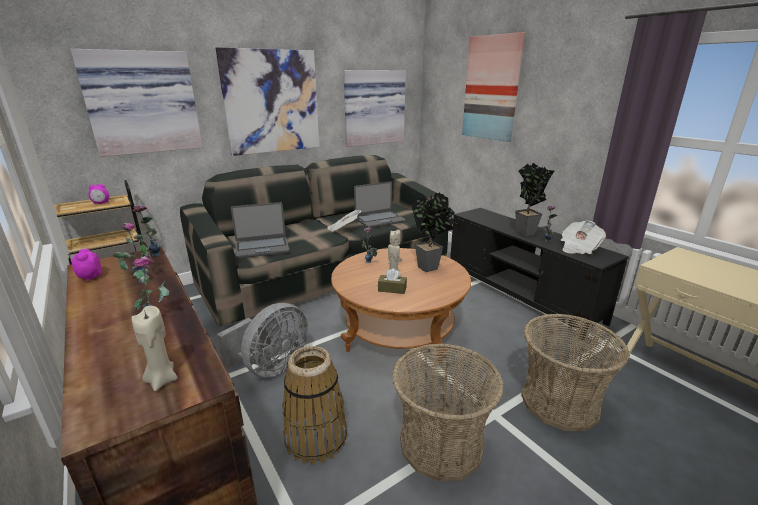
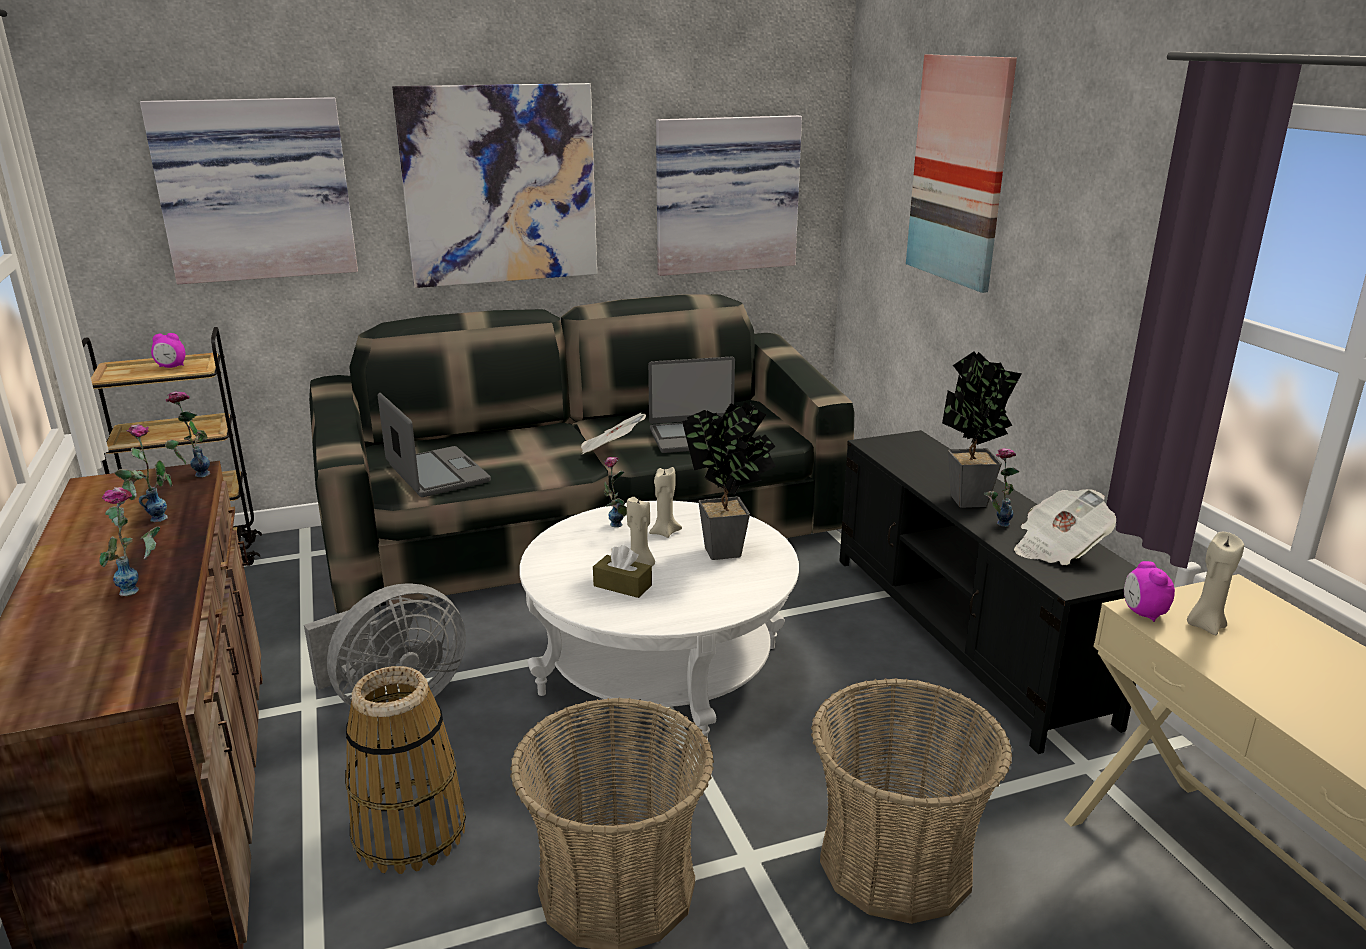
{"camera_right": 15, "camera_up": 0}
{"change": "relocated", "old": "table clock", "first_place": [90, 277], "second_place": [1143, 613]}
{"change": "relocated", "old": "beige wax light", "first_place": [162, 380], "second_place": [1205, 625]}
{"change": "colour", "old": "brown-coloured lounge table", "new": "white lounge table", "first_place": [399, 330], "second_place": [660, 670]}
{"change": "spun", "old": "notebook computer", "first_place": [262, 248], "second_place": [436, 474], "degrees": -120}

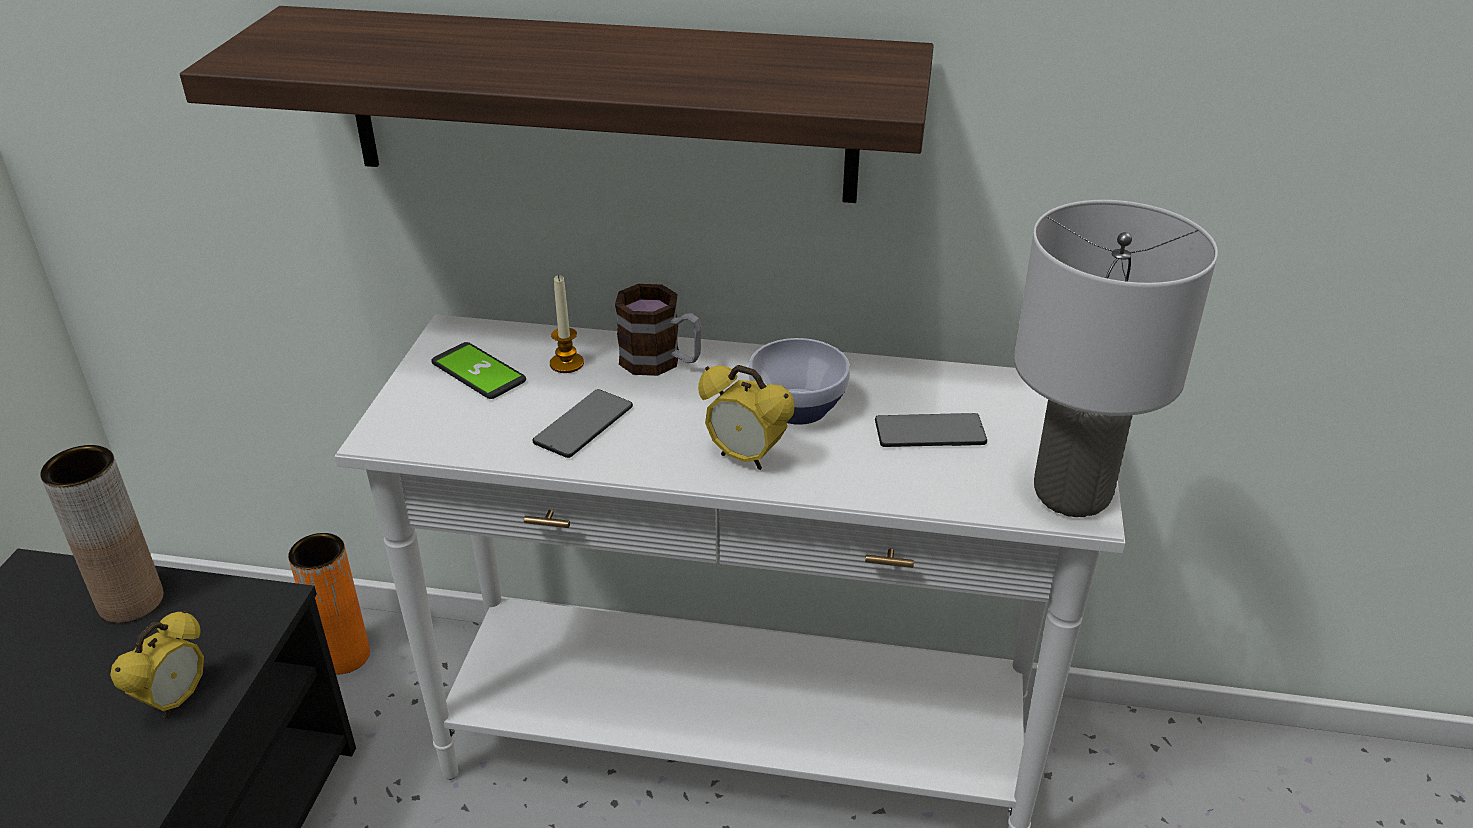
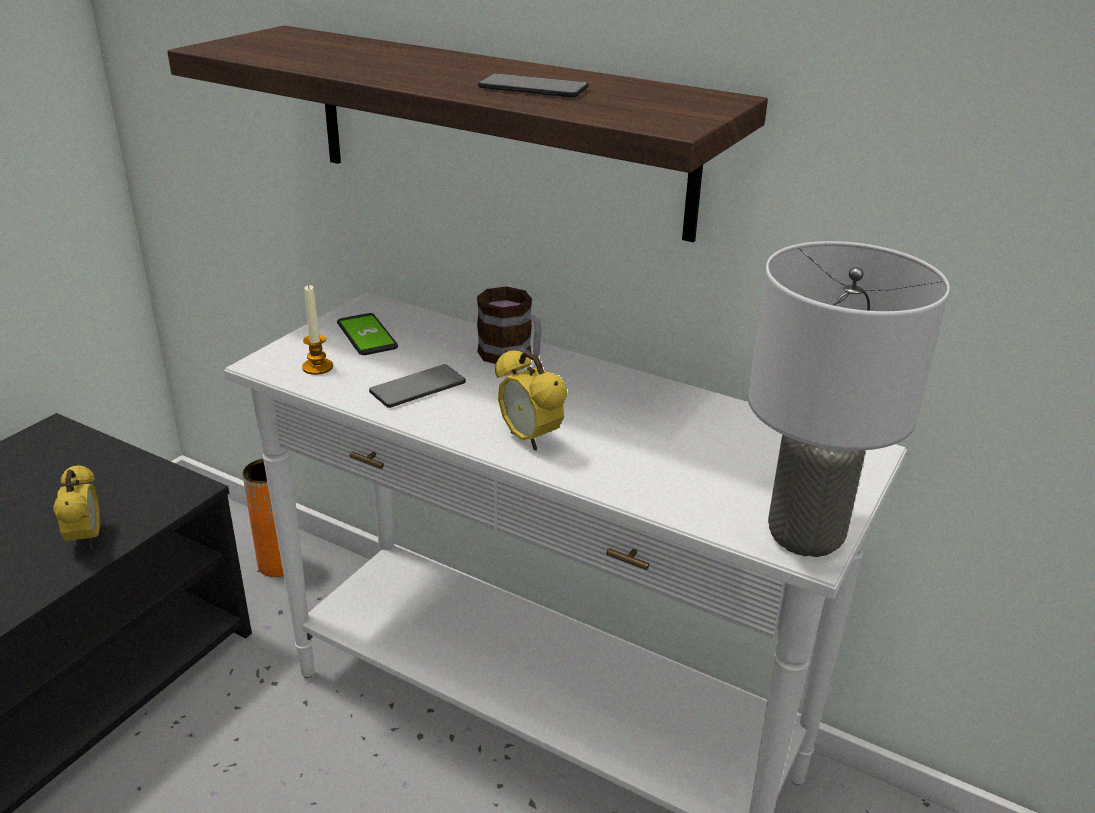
{"camera_right": 20, "camera_up": -5}
{"change": "missing", "old": "brown-coloured flower vase", "first_place": [131, 601]}
{"change": "missing", "old": "deep dish", "first_place": [797, 410]}
{"change": "relocated", "old": "wax light", "first_place": [567, 363], "second_place": [317, 367]}
{"change": "relocated", "old": "telephone", "first_place": [930, 433], "second_place": [533, 88]}
{"change": "spun", "old": "table clock", "first_place": [176, 701], "second_place": [87, 539], "degrees": -60}

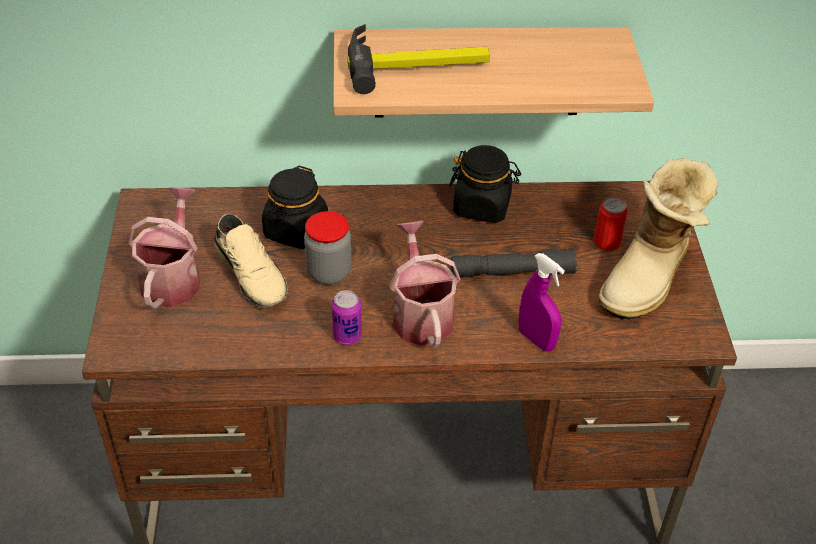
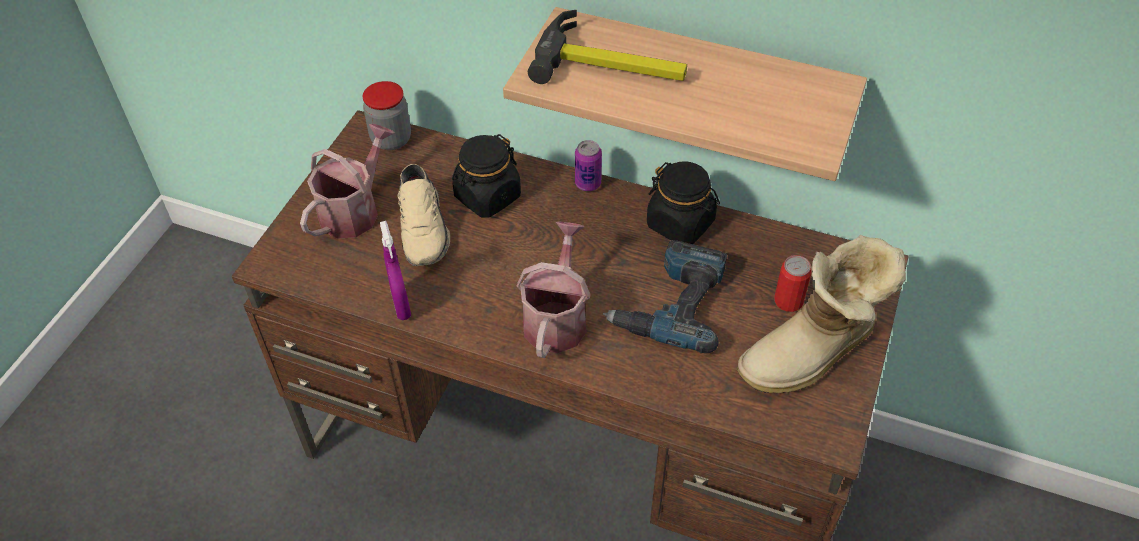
{"camera_right": 25, "camera_up": 5}
{"change": "relocated", "old": "jar", "first_place": [329, 272], "second_place": [391, 139]}
{"change": "relocated", "old": "sealed can", "first_place": [347, 336], "second_place": [588, 184]}
{"change": "relocated", "old": "purple-coloured spray bottle", "first_place": [536, 339], "second_place": [401, 305]}
{"change": "exchanged", "old": "greyish hand torch", "new": "drill", "first_place": [512, 272], "second_place": [671, 303]}

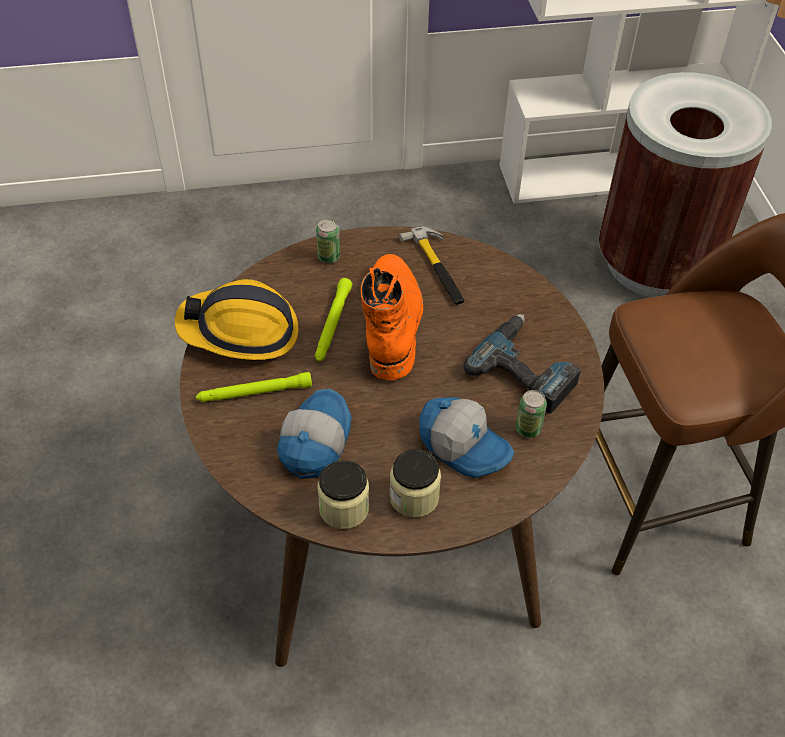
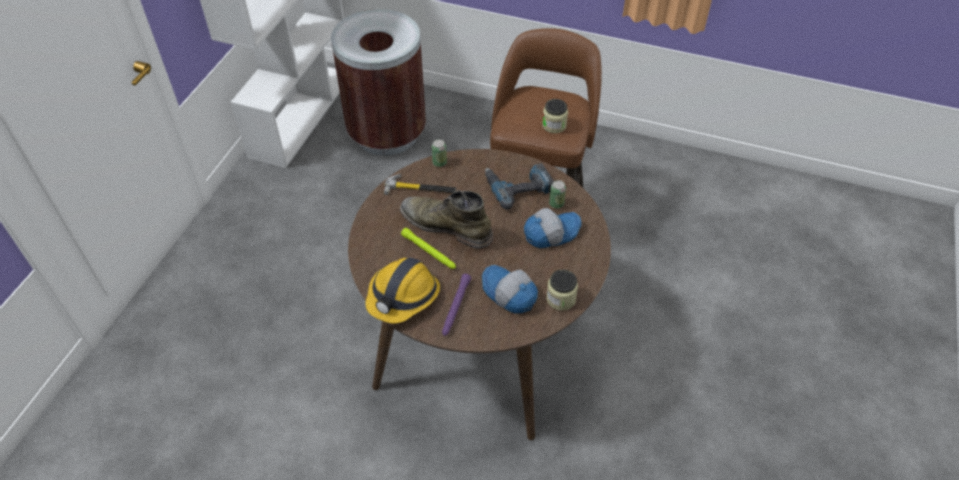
{"camera_right": -60, "camera_up": 0}
{"change": "relocated", "old": "sealed can", "first_place": [328, 257], "second_place": [439, 162]}
{"change": "relocated", "old": "jar", "first_place": [414, 497], "second_place": [554, 125]}
{"change": "colour", "old": "green hand torch", "new": "purple-coloured hand torch", "first_place": [254, 393], "second_place": [455, 307]}
{"change": "colour", "old": "orange high-top boot", "new": "green high-top boot", "first_place": [391, 322], "second_place": [446, 225]}

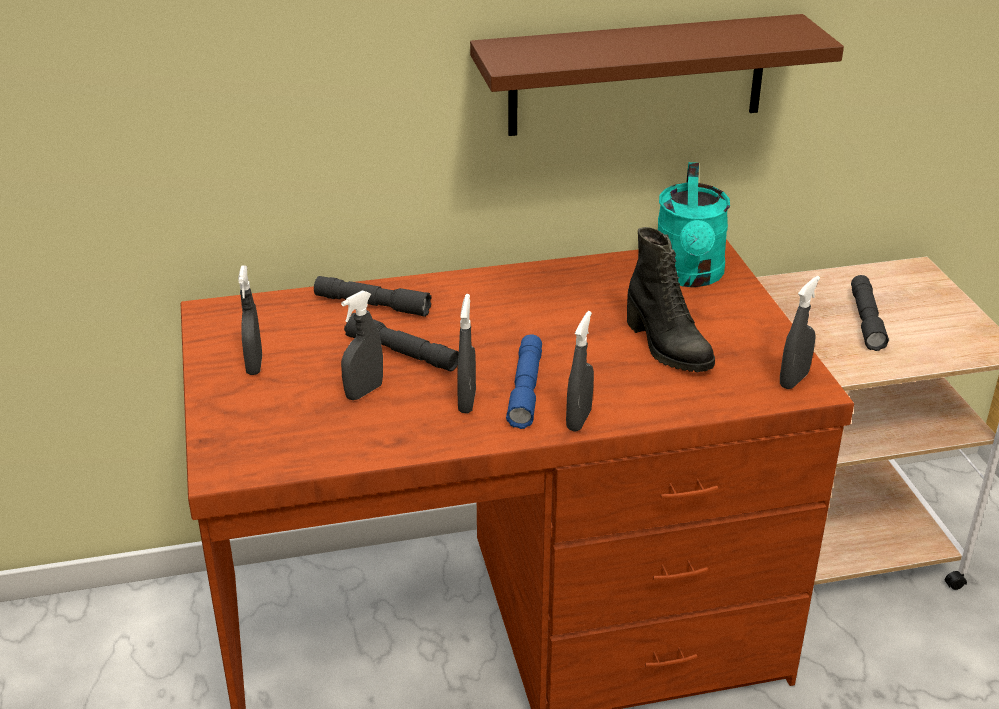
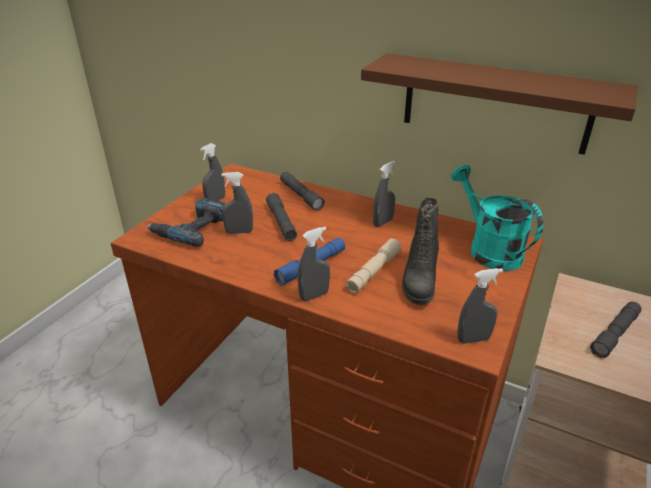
{"camera_right": 40, "camera_up": 0}
{"change": "appeared", "new": "drill", "second_place": [191, 228]}
{"change": "appeared", "new": "beige hand torch", "second_place": [373, 271]}
{"change": "relocated", "old": "greyish spray bottle", "first_place": [467, 402], "second_place": [383, 222]}
{"change": "spun", "old": "blue-green watering pot", "first_place": [689, 276], "second_place": [488, 249], "degrees": 105}

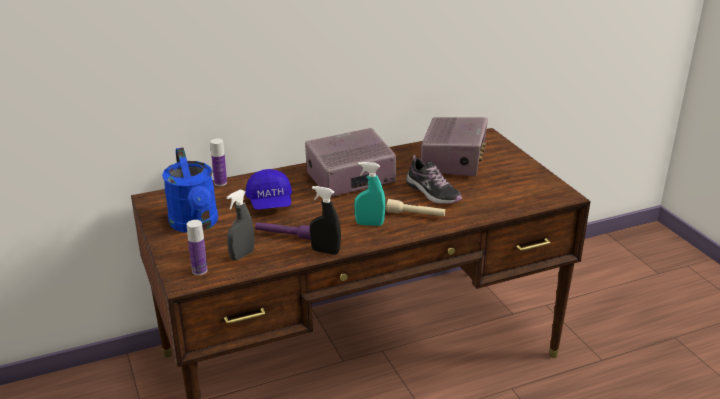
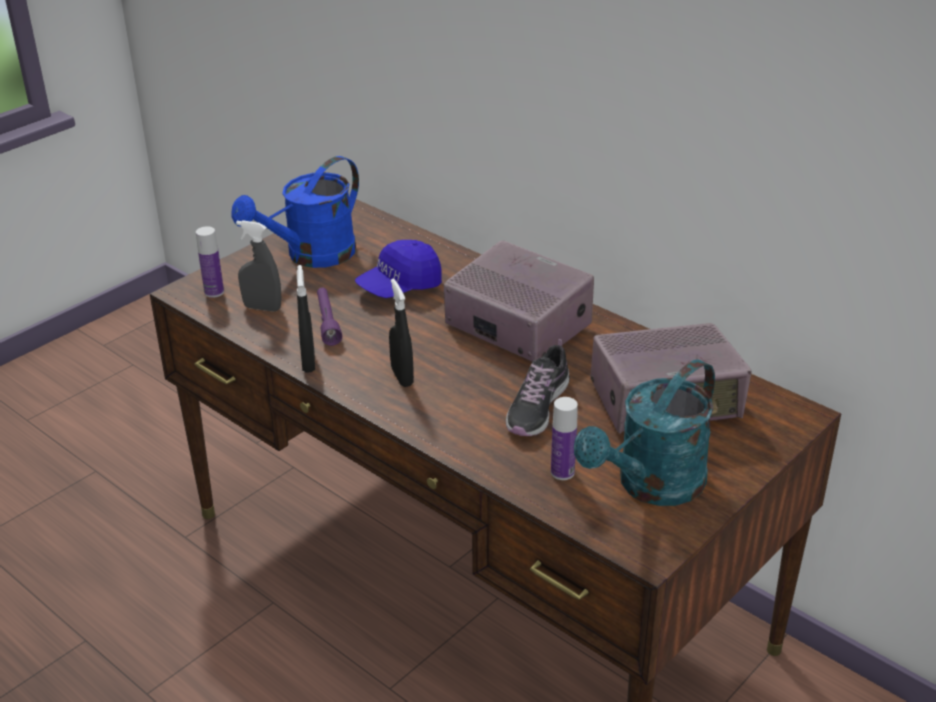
{"camera_right": 65, "camera_up": 5}
{"change": "missing", "old": "beige hand torch", "first_place": [415, 215]}
{"change": "appeared", "new": "blue-green watering pot", "second_place": [651, 486]}
{"change": "relocated", "old": "beverage bottle", "first_place": [220, 183], "second_place": [562, 472]}
{"change": "colour", "old": "blue-green spray bottle", "new": "black spray bottle", "first_place": [369, 224], "second_place": [402, 377]}

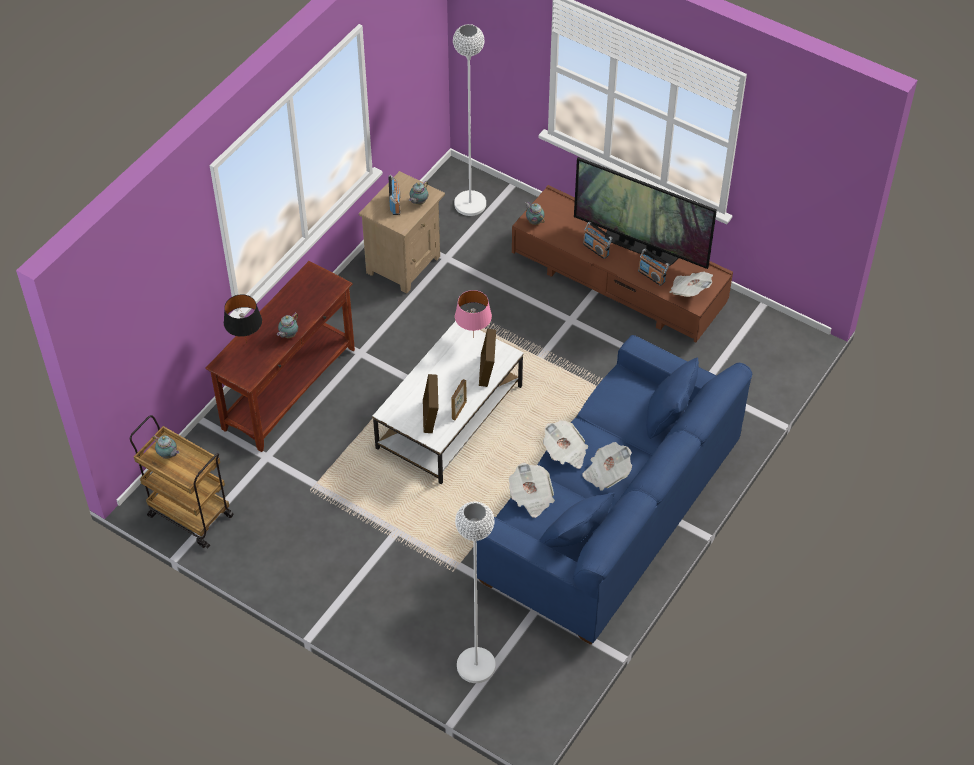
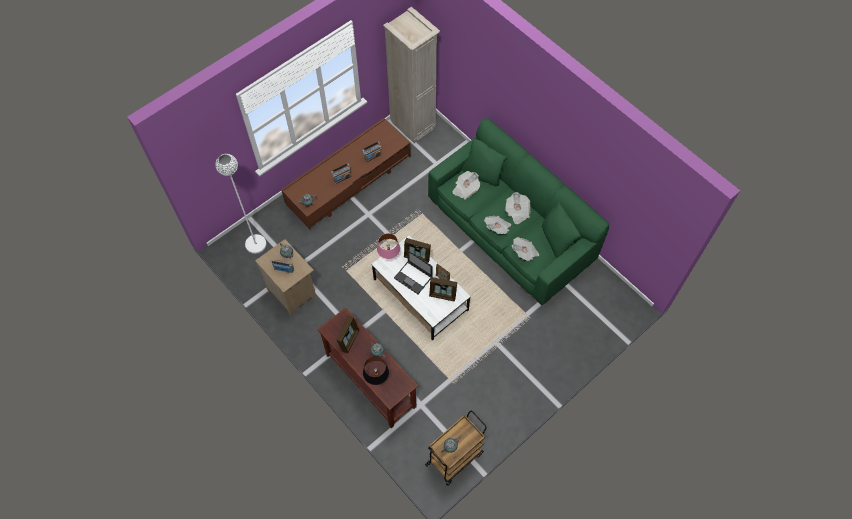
{"camera_right": -75, "camera_up": 10}
{"change": "missing", "old": "white standing lamp", "first_place": [476, 666]}
{"change": "missing", "old": "television", "first_place": [640, 247]}
{"change": "appeared", "new": "picture frame", "second_place": [349, 340]}
{"change": "appeared", "new": "beige cupboard", "second_place": [413, 124]}
{"change": "appeared", "new": "notebook computer", "second_place": [413, 277]}
{"change": "relocated", "old": "newspaper", "first_place": [689, 291], "second_place": [465, 189]}
{"change": "colour", "old": "bluish settee", "new": "green settee", "first_place": [609, 513], "second_place": [510, 231]}

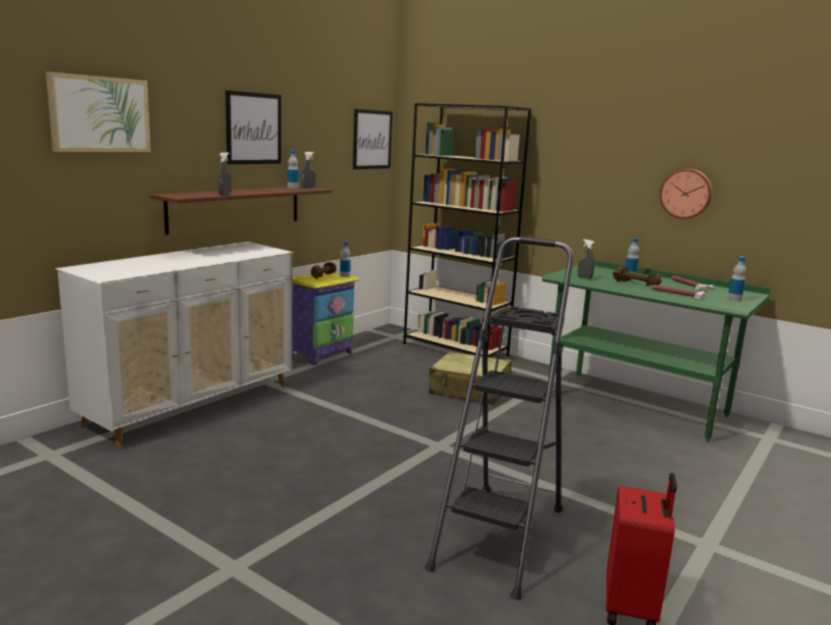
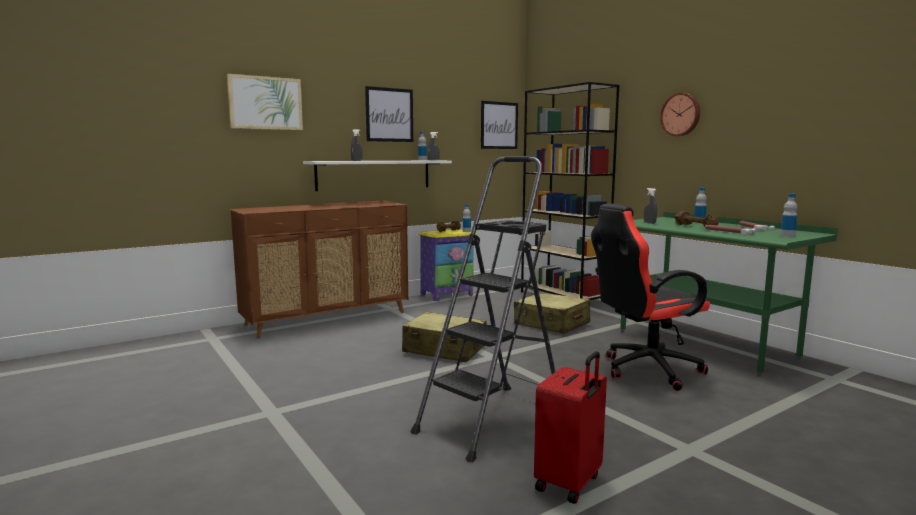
{"camera_right": 20, "camera_up": -5}
{"change": "appeared", "new": "beige travel case", "second_place": [444, 349]}
{"change": "appeared", "new": "black desk chair", "second_place": [644, 371]}
{"change": "relocated", "old": "clock on the wall", "first_place": [686, 193], "second_place": [681, 114]}
{"change": "colour", "old": "white cupboard", "new": "brown-coloured cupboard", "first_place": [191, 404], "second_place": [327, 318]}
{"change": "colour", "old": "brown-coloured shelf", "new": "white shelf", "first_place": [236, 208], "second_place": [374, 175]}

